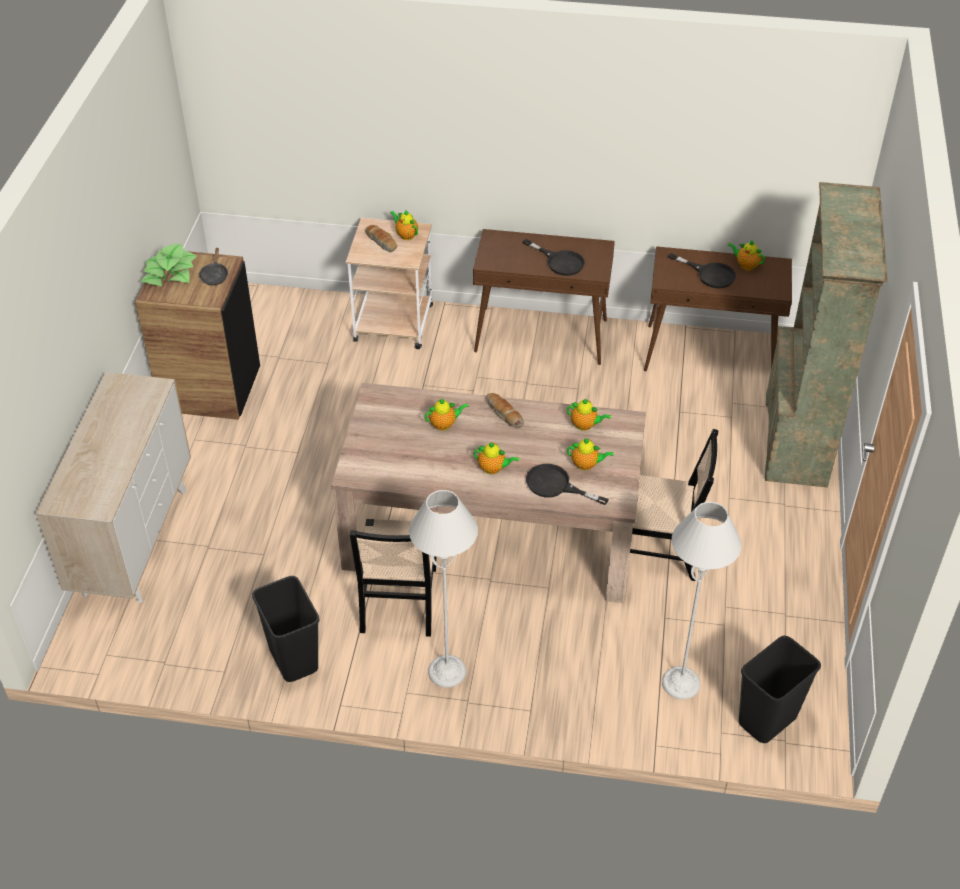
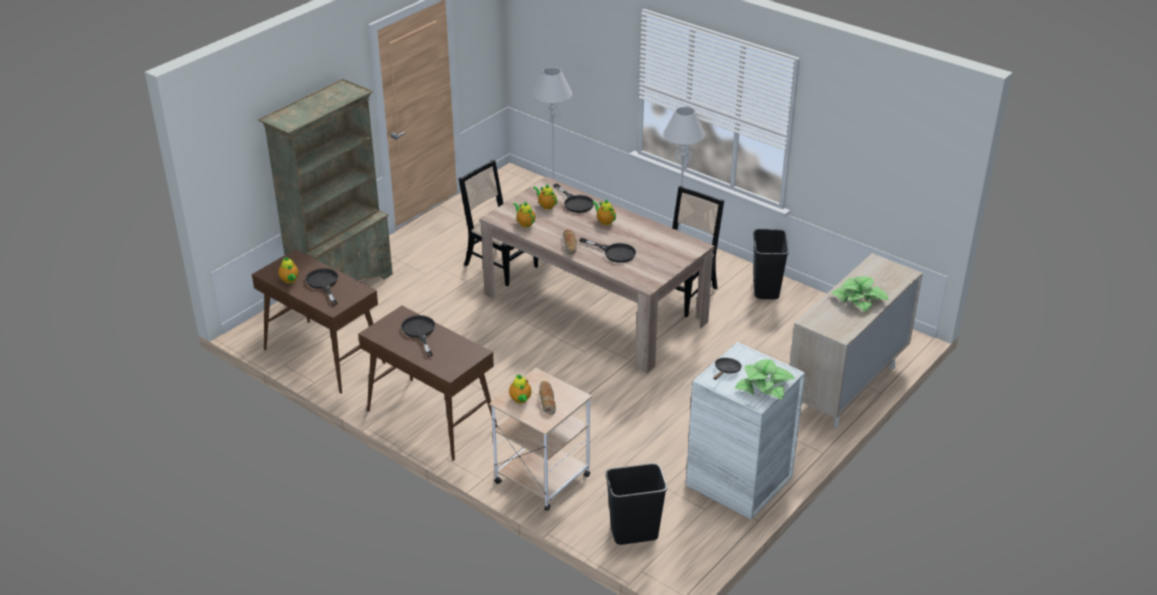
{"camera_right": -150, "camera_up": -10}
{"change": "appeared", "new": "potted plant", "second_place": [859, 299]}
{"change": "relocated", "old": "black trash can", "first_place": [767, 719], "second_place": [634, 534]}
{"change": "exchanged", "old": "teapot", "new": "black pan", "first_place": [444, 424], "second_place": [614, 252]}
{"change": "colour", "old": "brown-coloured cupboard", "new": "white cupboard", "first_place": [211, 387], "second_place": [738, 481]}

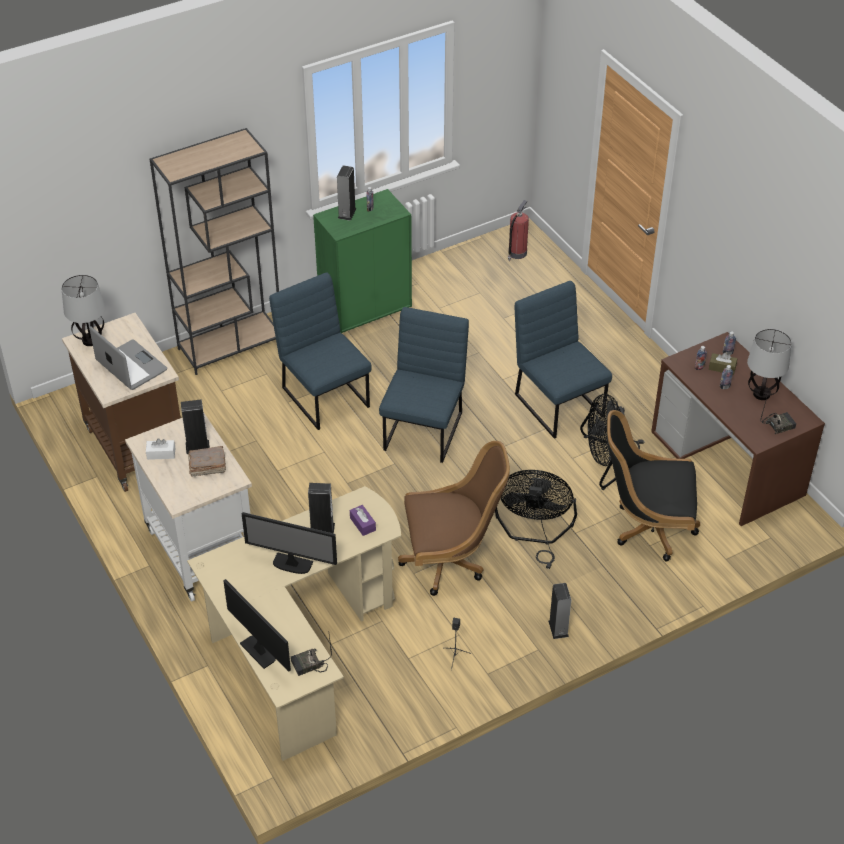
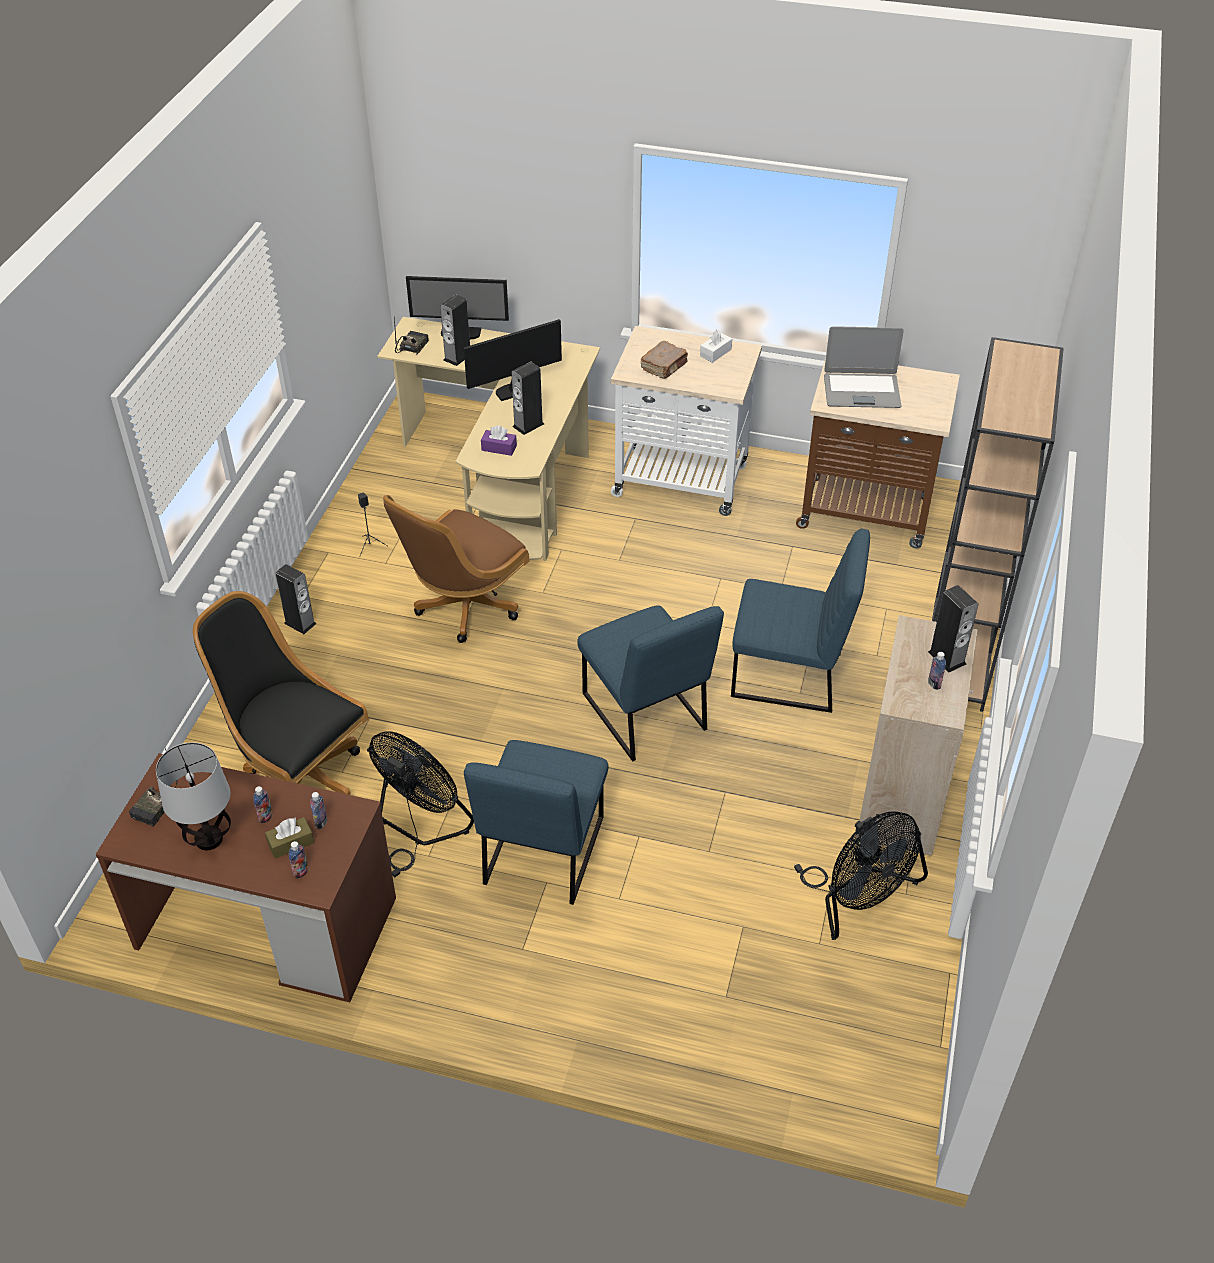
{"camera_right": 135, "camera_up": 0}
{"change": "missing", "old": "table lamp", "first_place": [90, 340]}
{"change": "missing", "old": "extinguisher", "first_place": [517, 253]}
{"change": "relocated", "old": "speaker", "first_place": [197, 447], "second_place": [457, 357]}
{"change": "relocated", "old": "black fan", "first_place": [535, 533], "second_place": [856, 896]}
{"change": "colour", "old": "green cupboard", "new": "beige cupboard", "first_place": [366, 311], "second_place": [901, 805]}
{"change": "spun", "old": "bluish upright chair", "first_place": [558, 403], "second_place": [541, 853], "degrees": 90}
{"change": "spun", "old": "black desk chair", "first_place": [646, 529], "second_place": [297, 773], "degrees": -105}

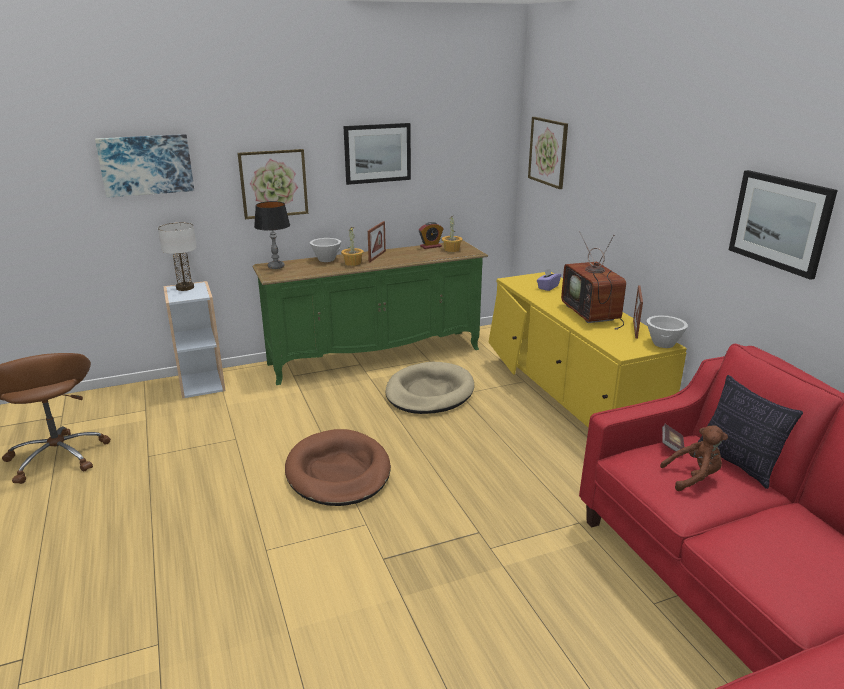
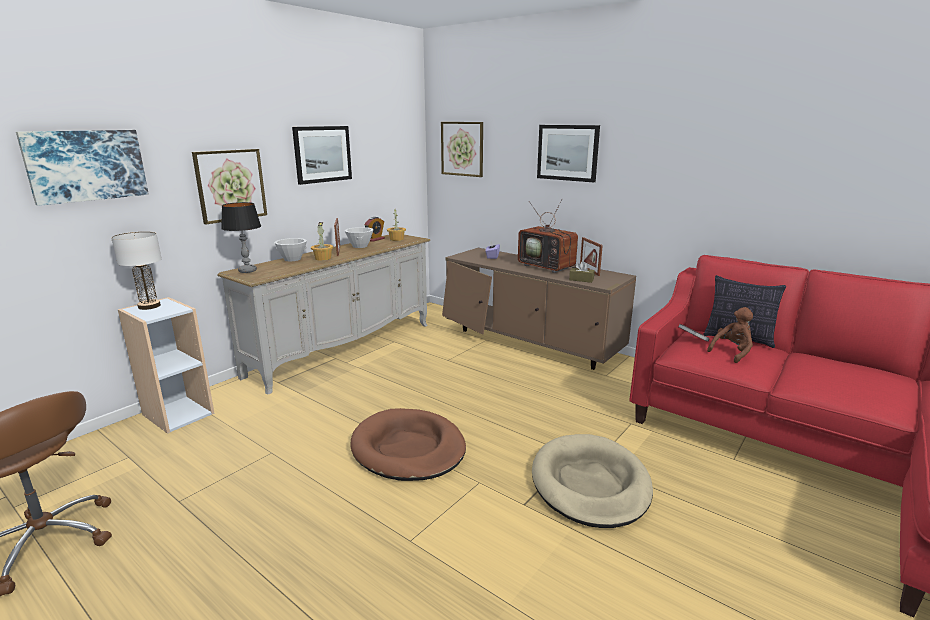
{"camera_right": -30, "camera_up": -5}
{"change": "appeared", "new": "brown-coloured tissue holder", "second_place": [581, 279]}
{"change": "relocated", "old": "beige dog cushion", "first_place": [429, 392], "second_place": [590, 484]}
{"change": "relocated", "old": "white deep dish", "first_place": [663, 344], "second_place": [360, 246]}
{"change": "relocated", "old": "wall picture", "first_place": [780, 222], "second_place": [567, 152]}
{"change": "colour", "old": "green cupboard", "new": "greyish cupboard", "first_place": [376, 357], "second_place": [345, 349]}
{"change": "colour", "old": "yellowish tv unit", "new": "brown-coloured tv unit", "first_place": [567, 397], "second_place": [529, 343]}

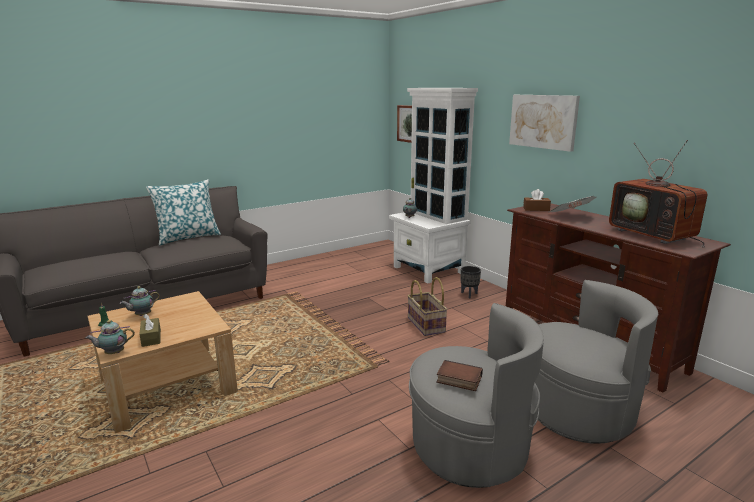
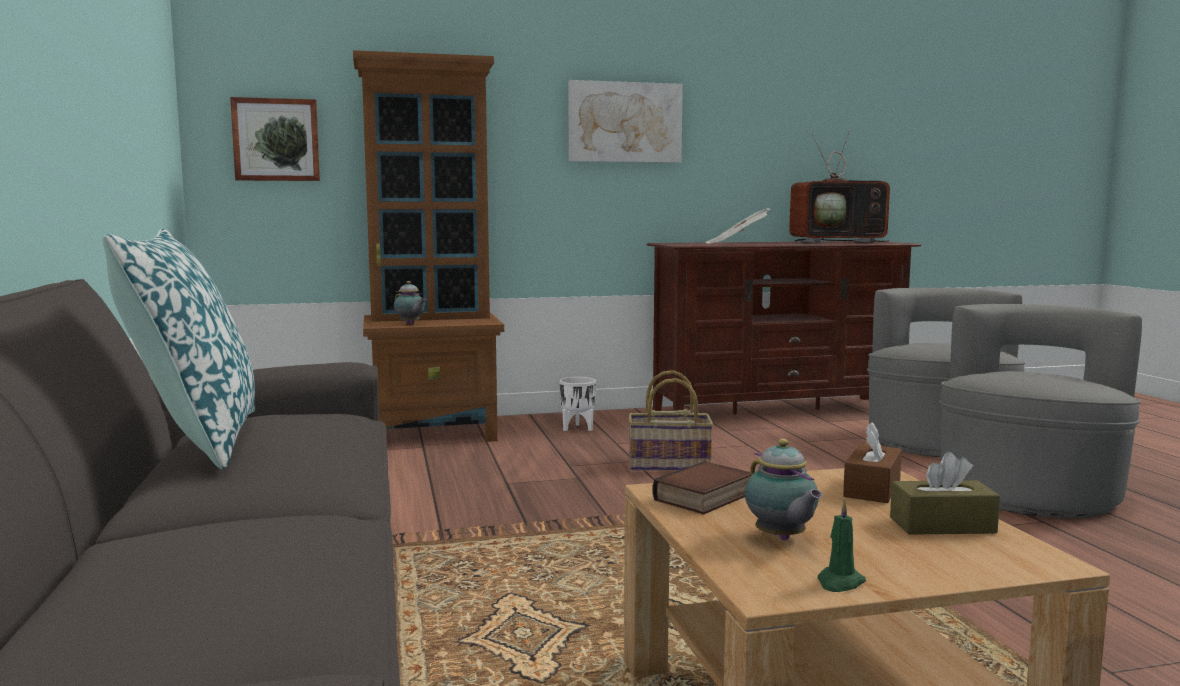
{"camera_right": -70, "camera_up": -10}
{"change": "missing", "old": "teapot", "first_place": [113, 353]}
{"change": "relocated", "old": "book", "first_place": [458, 380], "second_place": [705, 498]}
{"change": "relocated", "old": "brown-coloured tissue holder", "first_place": [536, 209], "second_place": [872, 488]}
{"change": "colour", "old": "white cupboard", "new": "brown-coloured cupboard", "first_place": [427, 270], "second_place": [434, 432]}
{"change": "colour", "old": "black flower pot", "new": "white flower pot", "first_place": [469, 294], "second_place": [578, 428]}

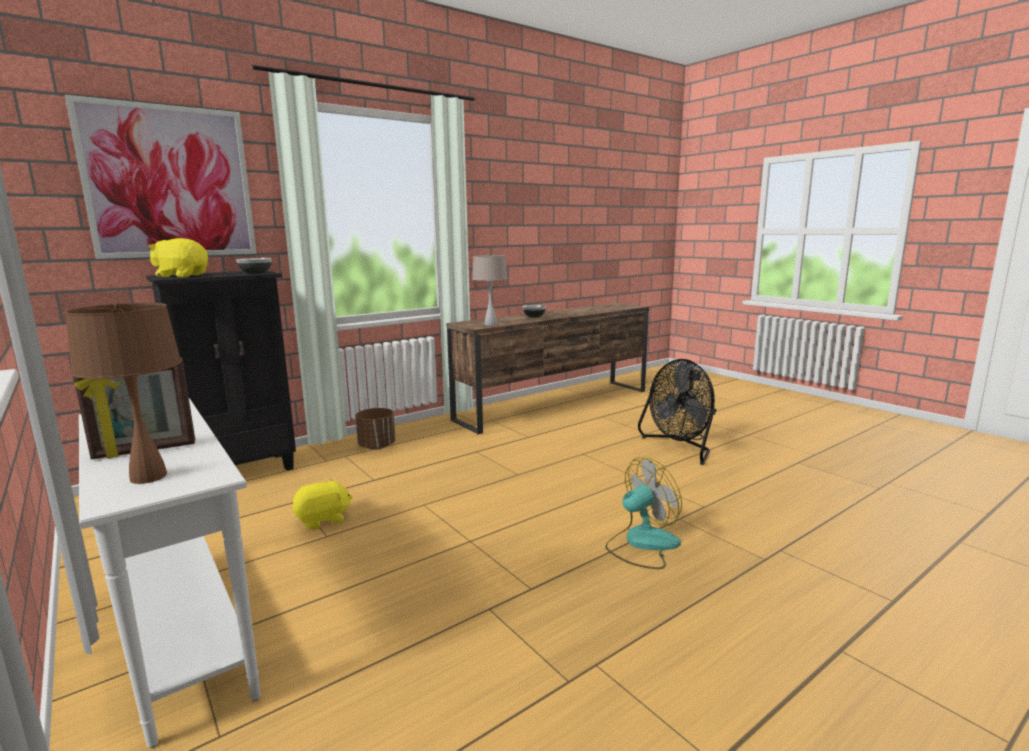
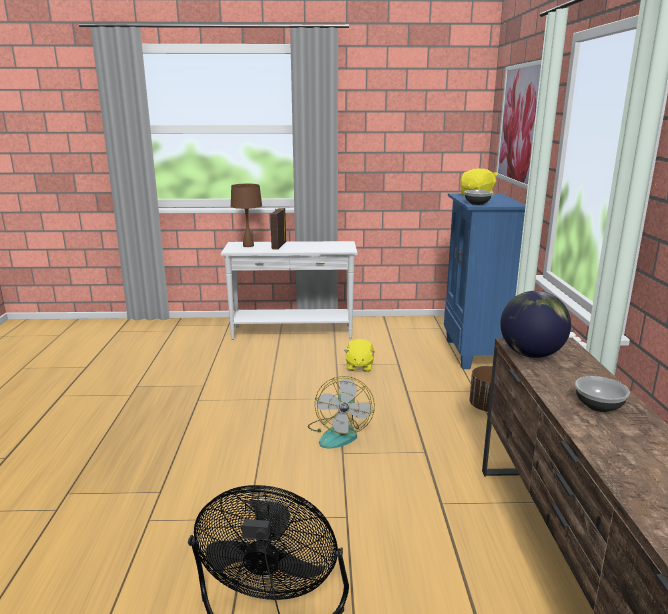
{"camera_right": 125, "camera_up": 5}
{"change": "relocated", "old": "fan", "first_place": [642, 544], "second_place": [339, 433]}
{"change": "exchanged", "old": "beige table lamp", "new": "world globe", "first_place": [490, 324], "second_place": [531, 354]}
{"change": "colour", "old": "black cupboard", "new": "bluish cupboard", "first_place": [241, 472], "second_place": [472, 354]}

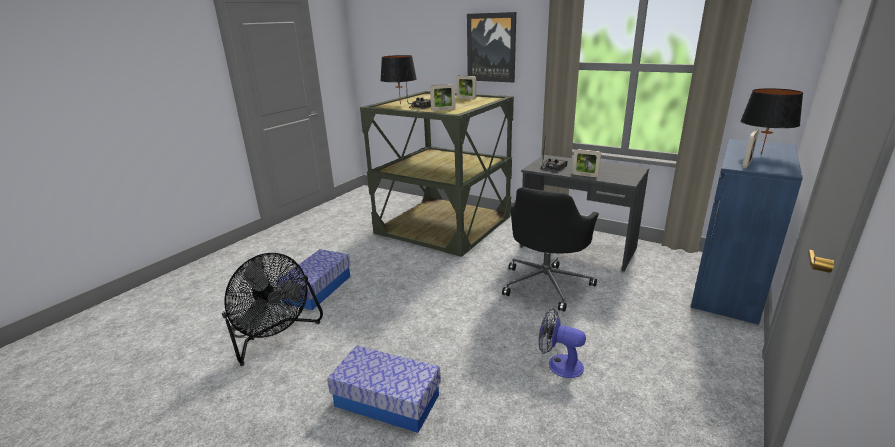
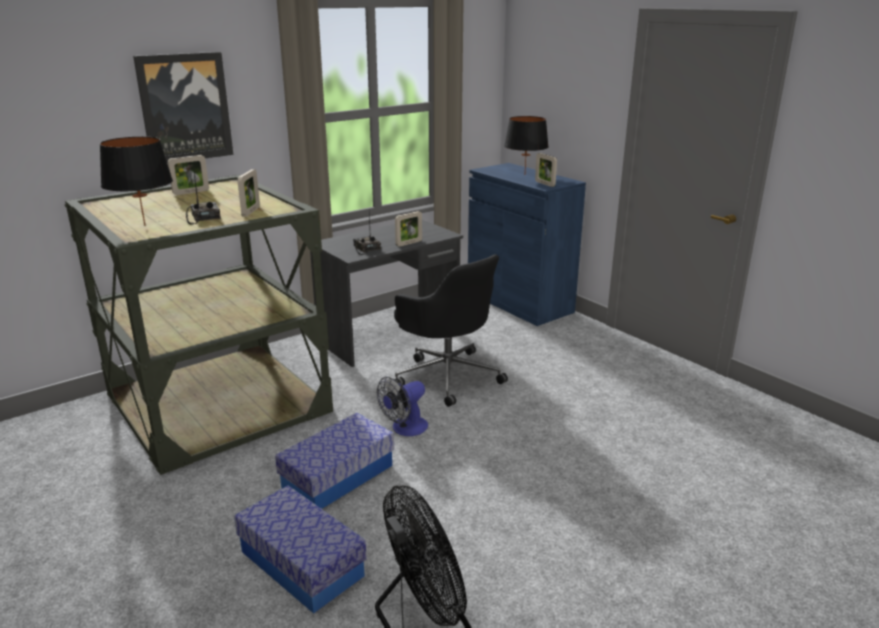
{"camera_right": -70, "camera_up": 0}
{"change": "relocated", "old": "storage container", "first_place": [387, 400], "second_place": [338, 476]}
{"change": "relocated", "old": "fan", "first_place": [559, 364], "second_place": [405, 429]}

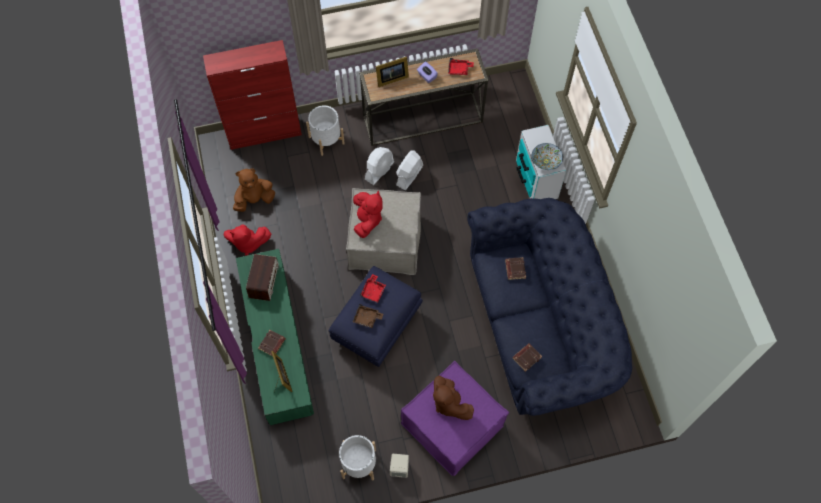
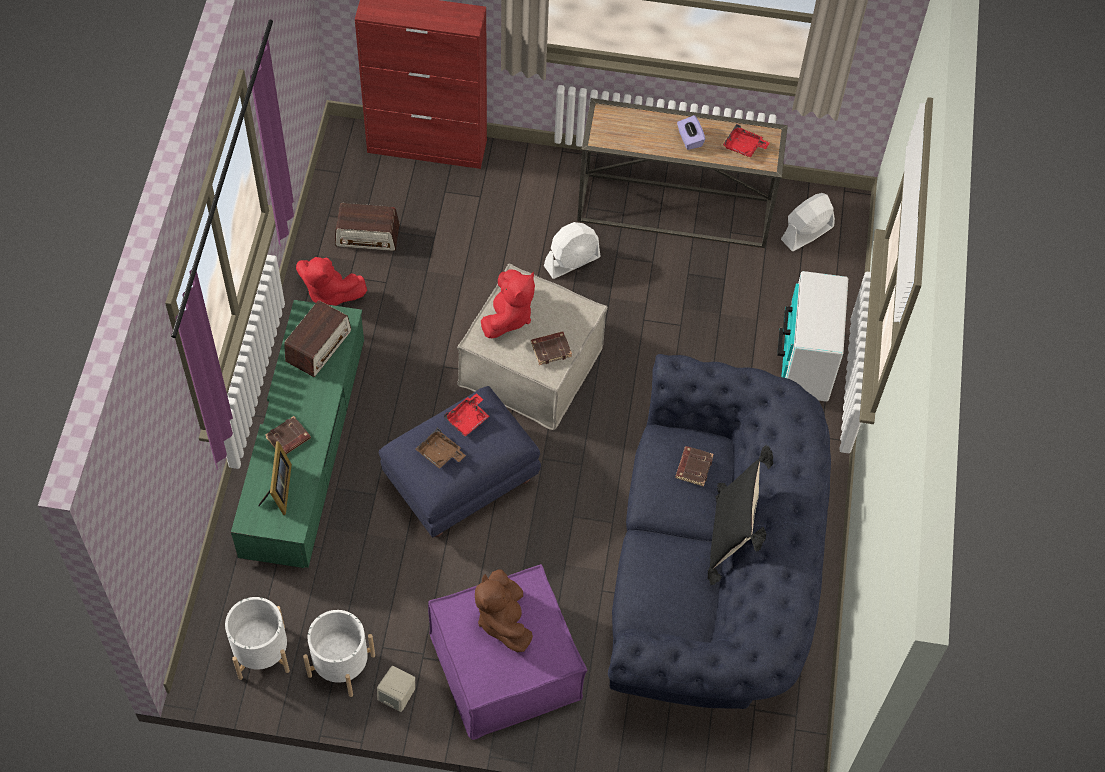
{"camera_right": 20, "camera_up": -5}
{"change": "missing", "old": "picture frame", "first_place": [390, 79]}
{"change": "missing", "old": "deep dish", "first_place": [546, 161]}
{"change": "appeared", "new": "black throw pillow", "second_place": [733, 540]}
{"change": "relocated", "old": "white flower pot", "first_place": [326, 140], "second_place": [261, 652]}
{"change": "relocated", "old": "white fan", "first_place": [409, 175], "second_place": [807, 233]}
{"change": "relocated", "old": "brown-coloured book", "first_place": [526, 357], "second_place": [551, 349]}
{"change": "exchanged", "old": "brown-coloured plush toy", "new": "radio set", "first_place": [254, 200], "second_place": [367, 236]}

